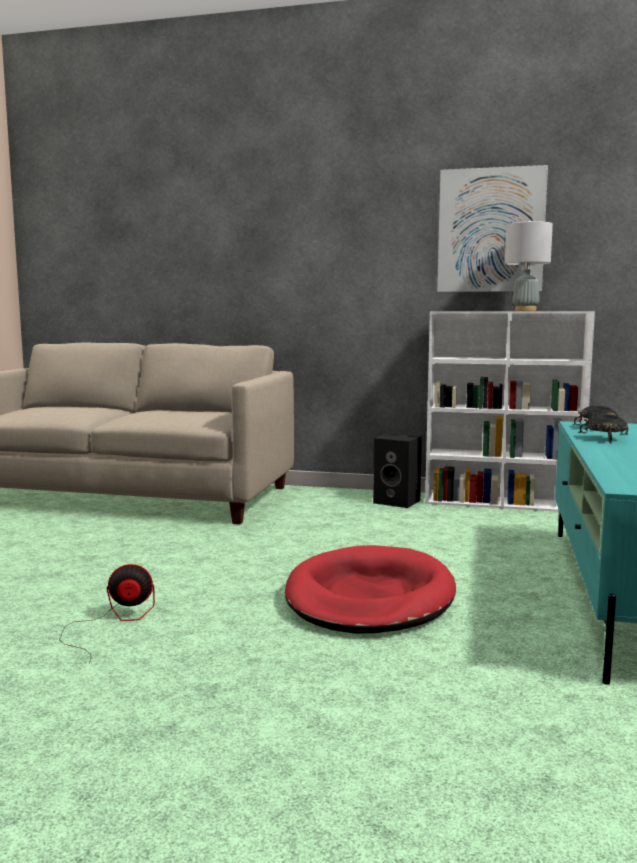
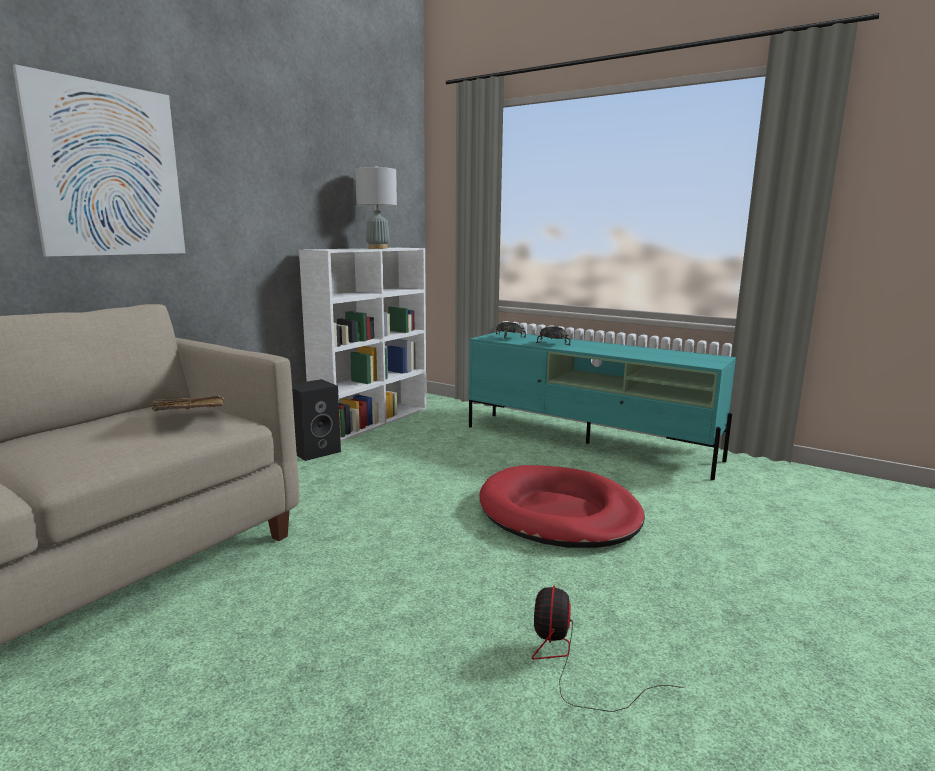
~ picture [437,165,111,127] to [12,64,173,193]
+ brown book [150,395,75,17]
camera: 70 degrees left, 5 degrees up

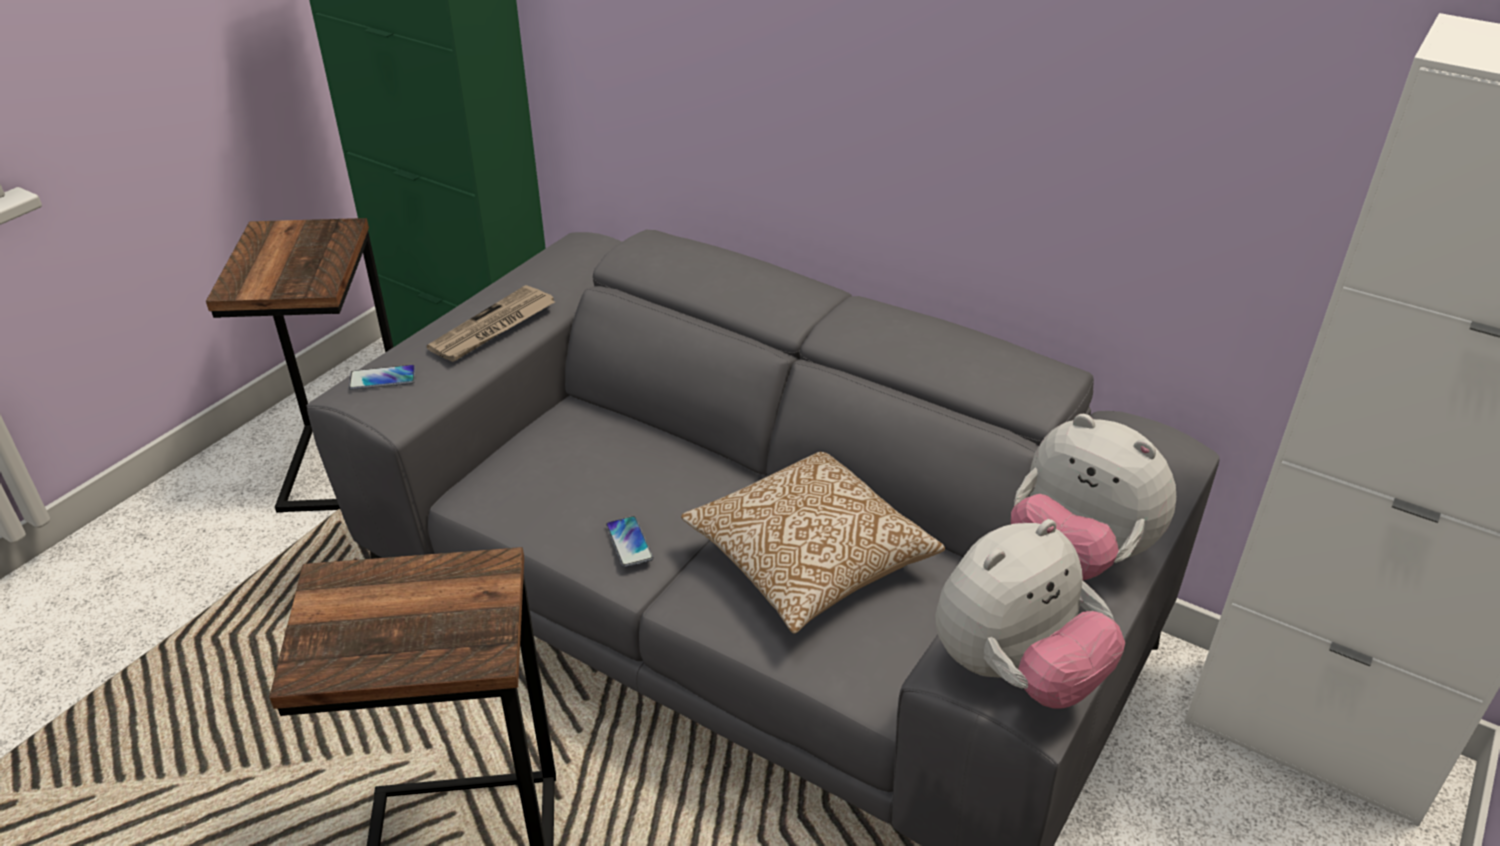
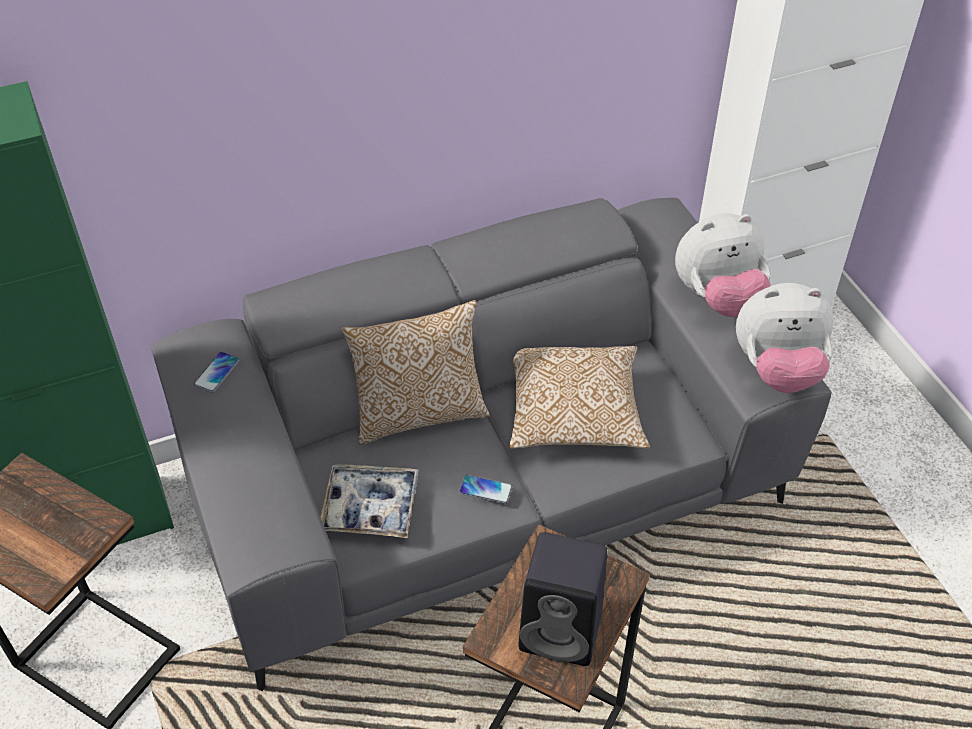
- newspaper [427,285,128,77]
~ phone [349,365,67,25] to [194,352,45,41]
~ plush toy [935,519,190,190] = [736,283,98,110] 90 degrees clockwise
+ pillow [342,300,148,145]
+ tray [320,464,99,74]
+ black speaker [519,532,88,134]
camera: 55 degrees left, 10 degrees up

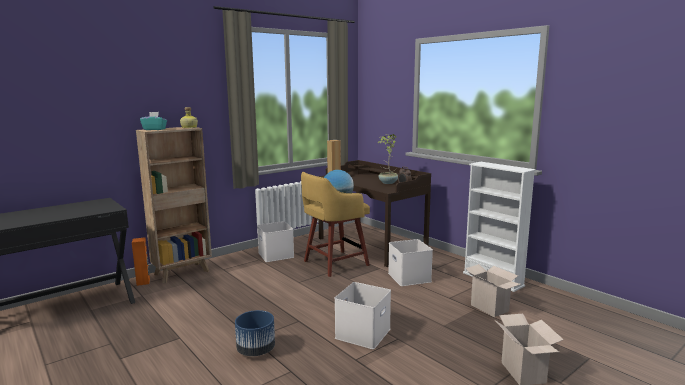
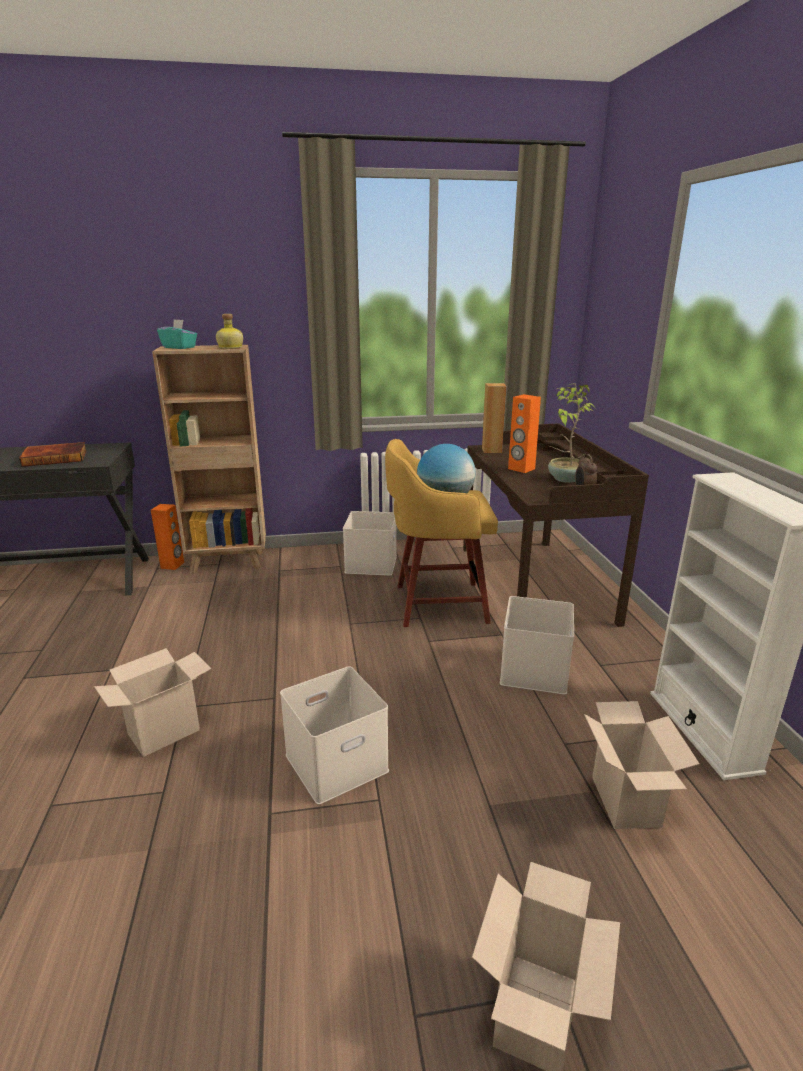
~ blue planter [235,310,40,46] to cardboard box [94,648,117,109]
+ orange speaker [508,394,33,79]
+ book [19,442,68,25]
camera: 30 degrees right, 10 degrees up

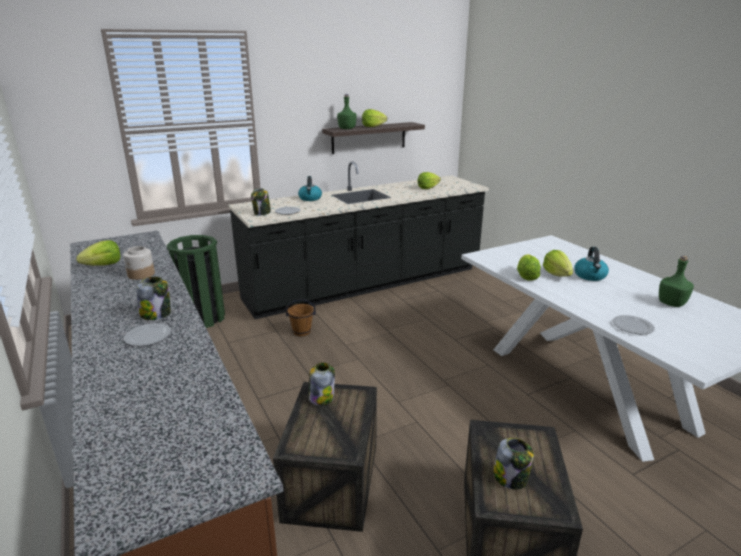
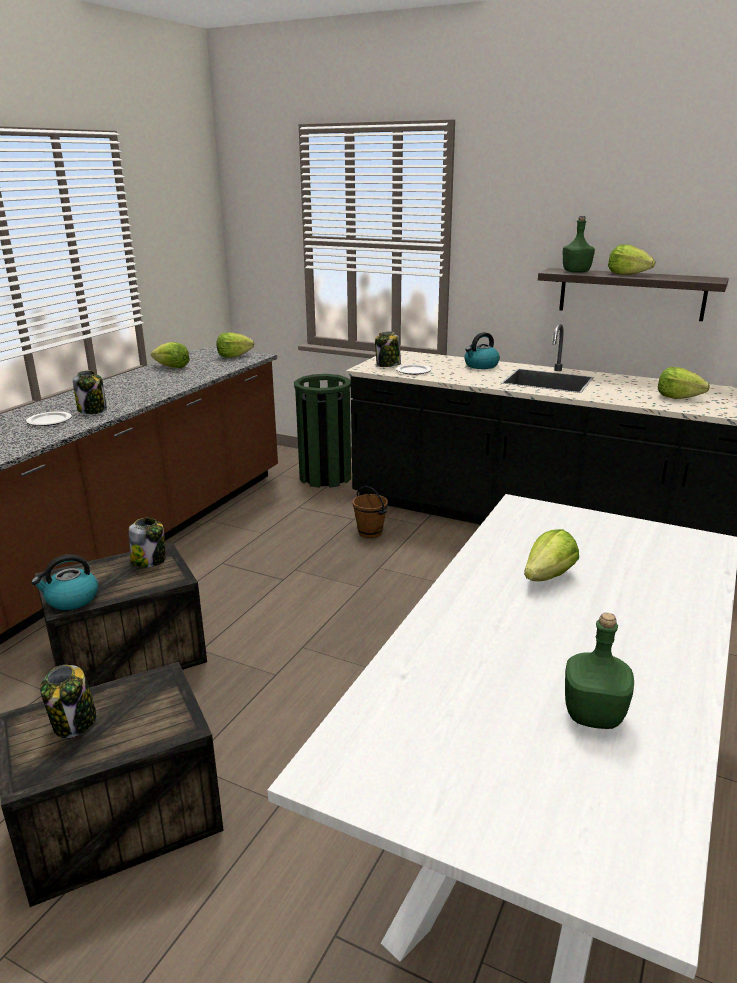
- jar [123,246,32,34]
~ kettle [574,247,35,34] to [31,554,67,56]
~ lettuce [517,254,24,27] to [217,332,37,26]
- plate [613,315,42,20]
camera: 55 degrees right, 0 degrees up

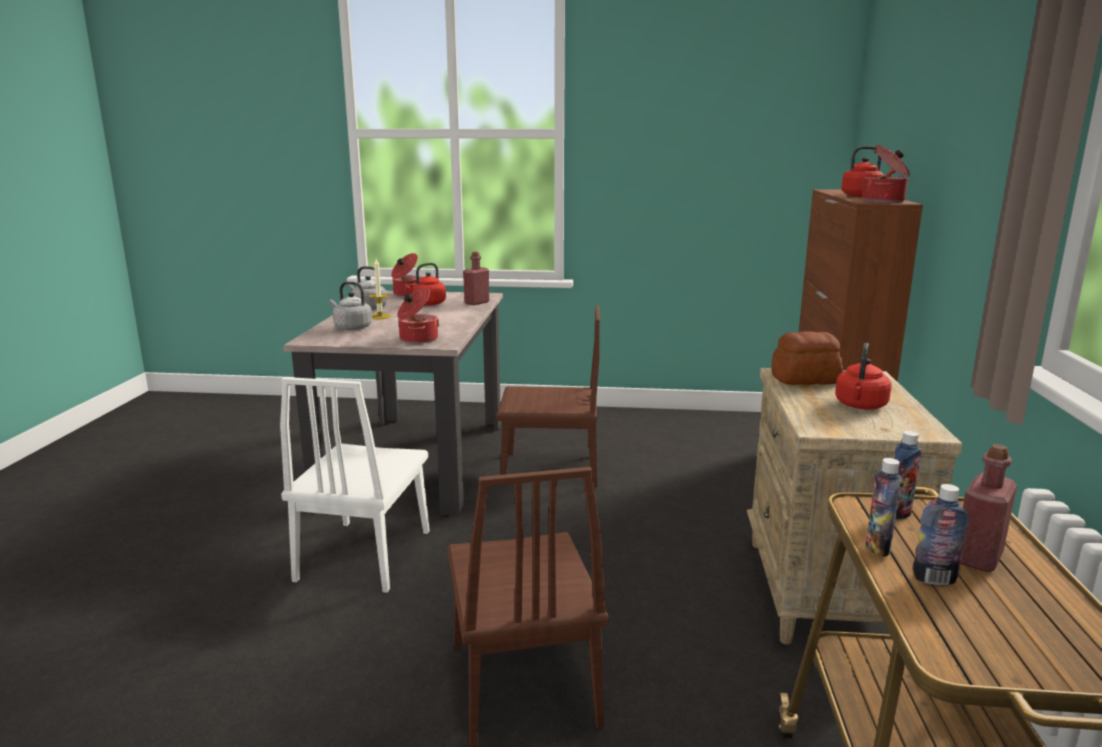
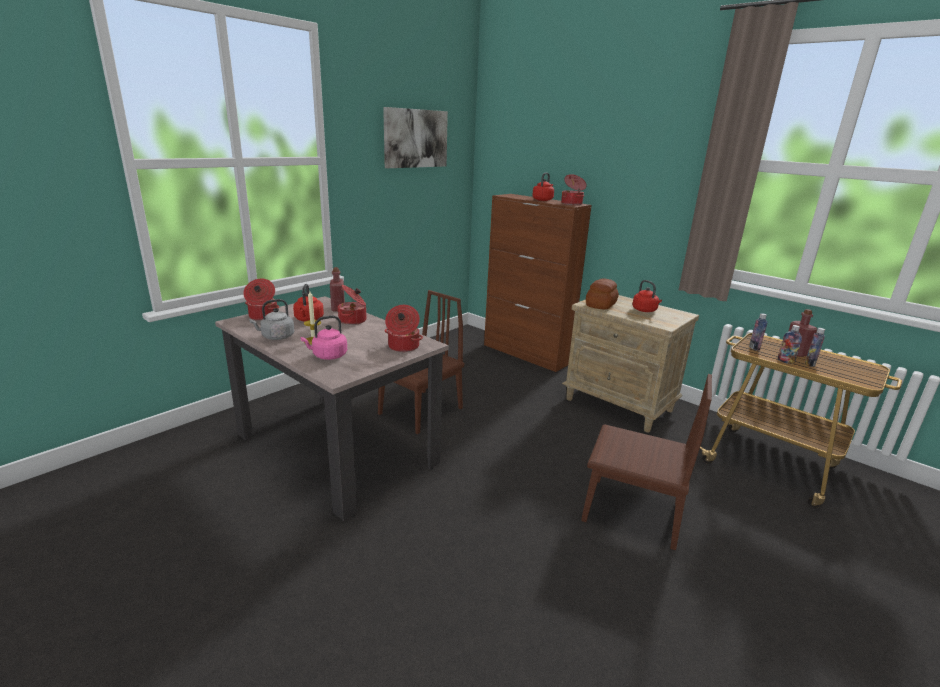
~ grey kettle [330,282,42,48] to pink kettle [301,316,46,44]
- white chair [280,377,150,216]
+ picture [383,107,65,61]
+ cooking pot [337,285,30,40]
camera: 55 degrees left, 5 degrees up

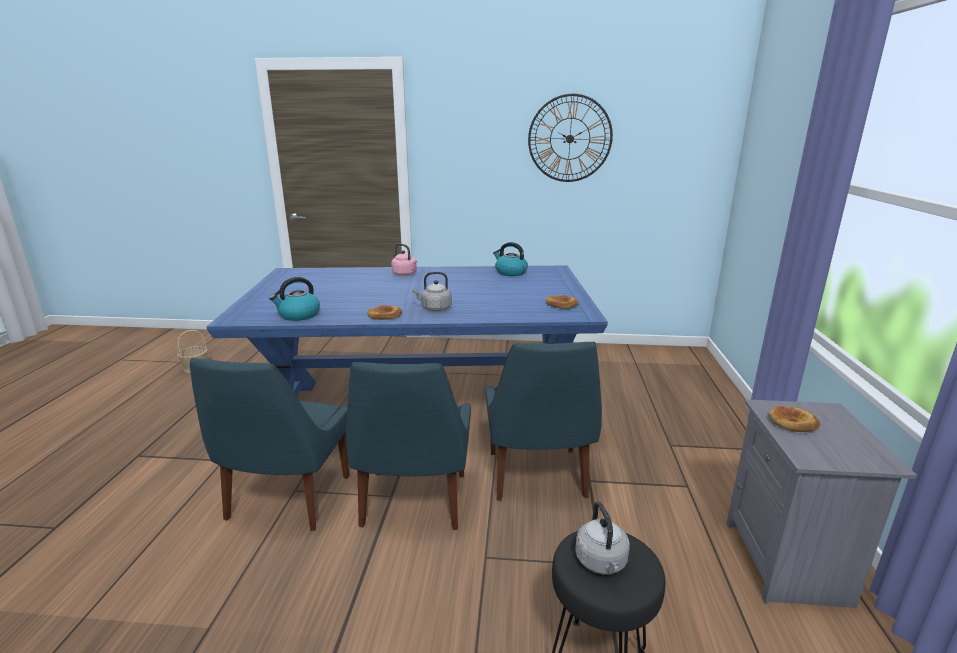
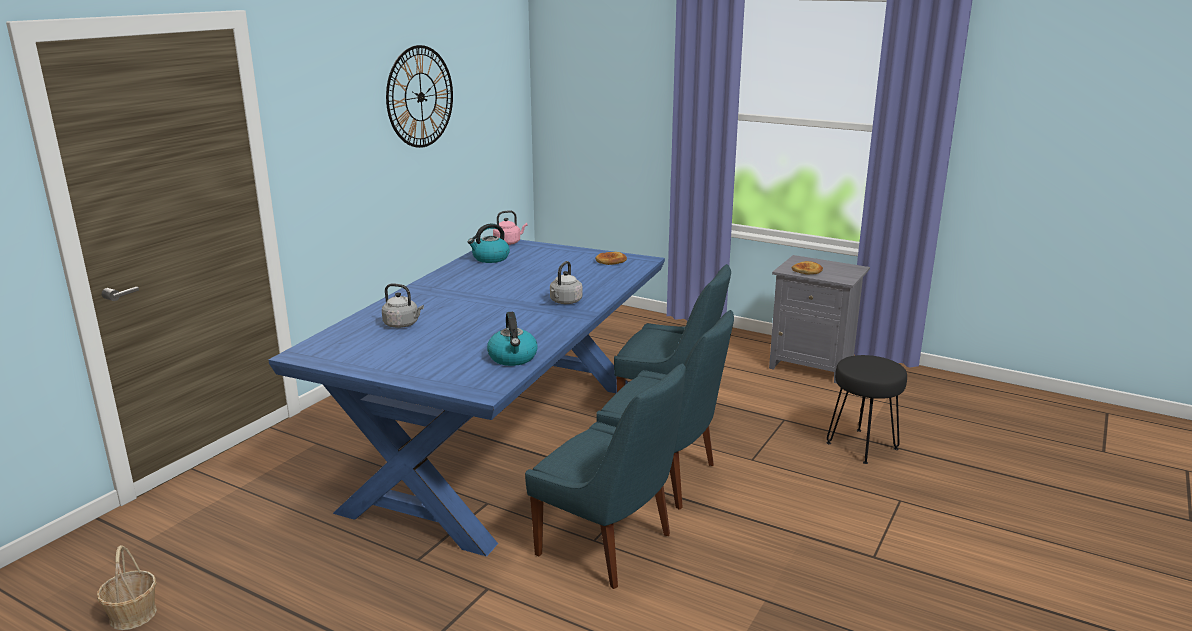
~ pink kettle [391,243,27,33] to [493,210,34,35]
- bread [367,305,35,15]
~ grey kettle [575,501,55,73] to [382,283,42,45]
camera: 65 degrees left, 0 degrees up

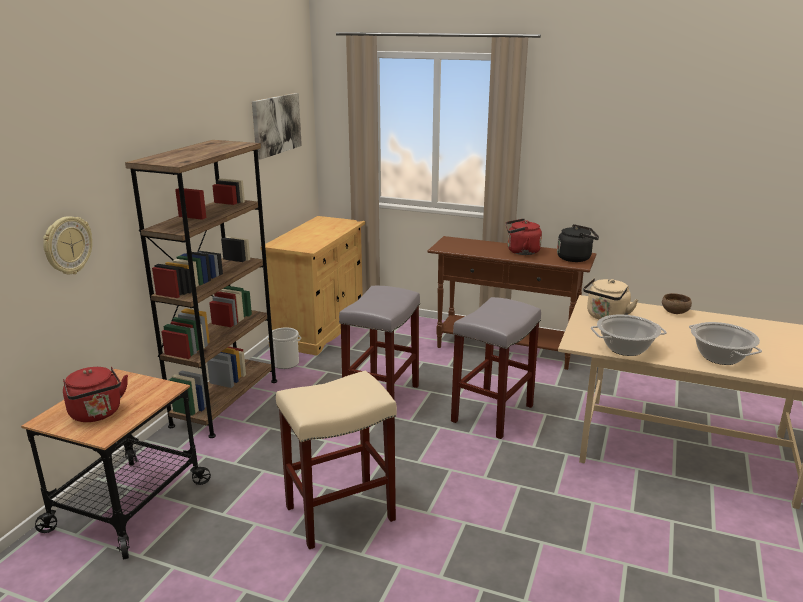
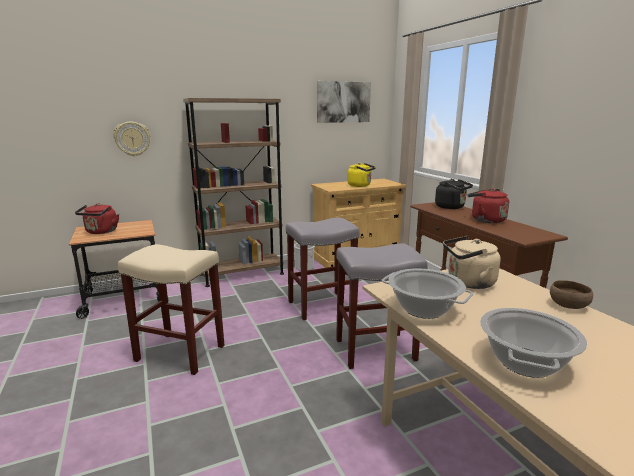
~ black kettle [557,224,42,38] to [435,179,38,30]
+ yellow kettle [347,163,29,24]
camera: 45 degrees right, 5 degrees down

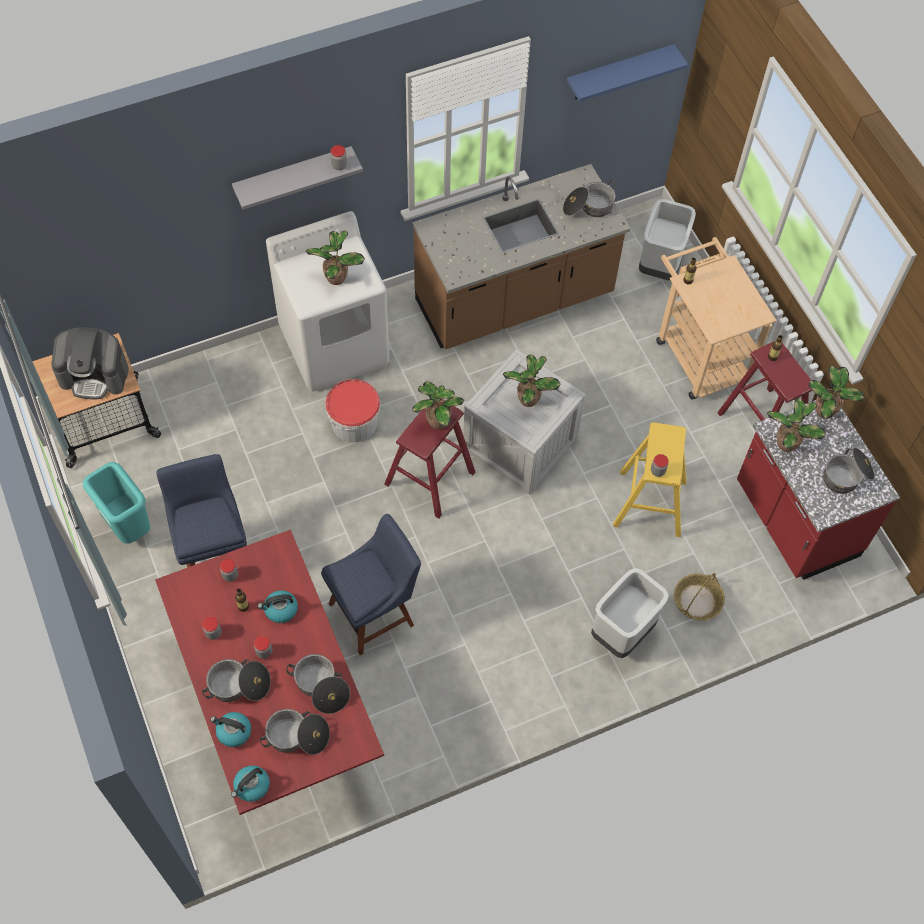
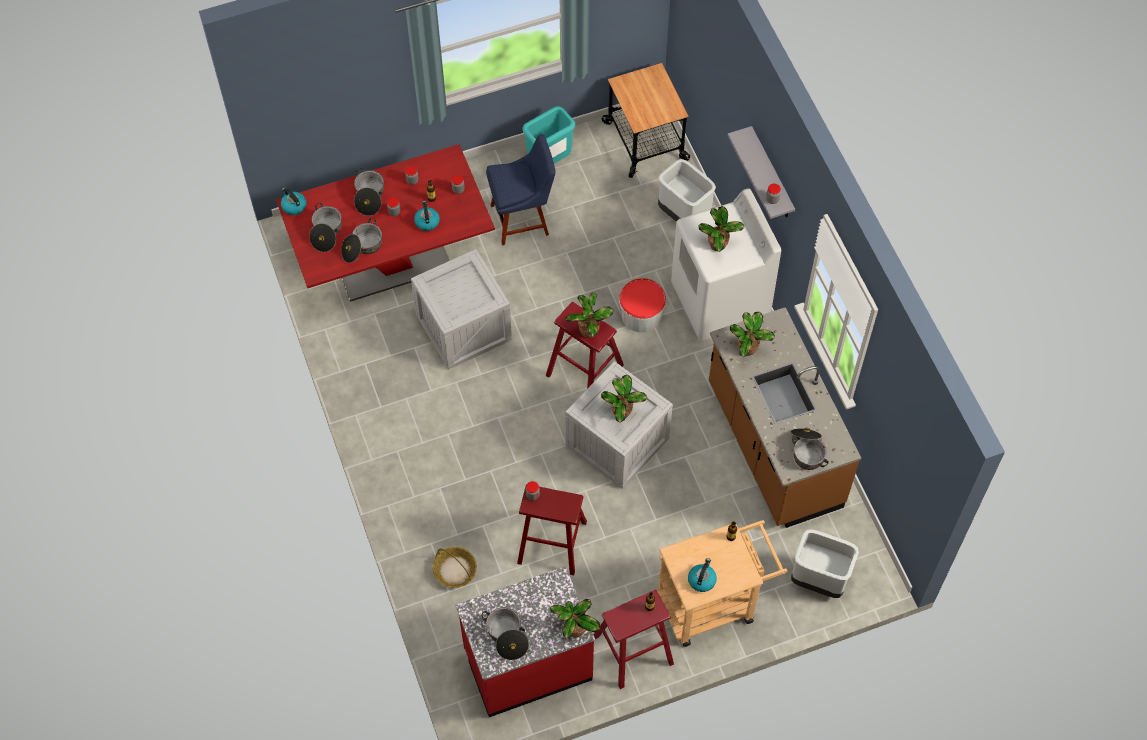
- blue shelf [566,44,122,58]
- coffee machine [51,327,78,72]
~ potted plant [767,398,59,54] to [730,312,45,45]
~ yellow stool [613,422,74,115] to red stool [517,486,70,89]
~ blue chair [321,514,100,141] to crate [411,249,101,121]
~ grey trash can [591,568,78,90] to [658,159,58,63]
~ kettle [210,712,41,35] to [688,558,29,34]
camera: 95 degrees right, 0 degrees up

